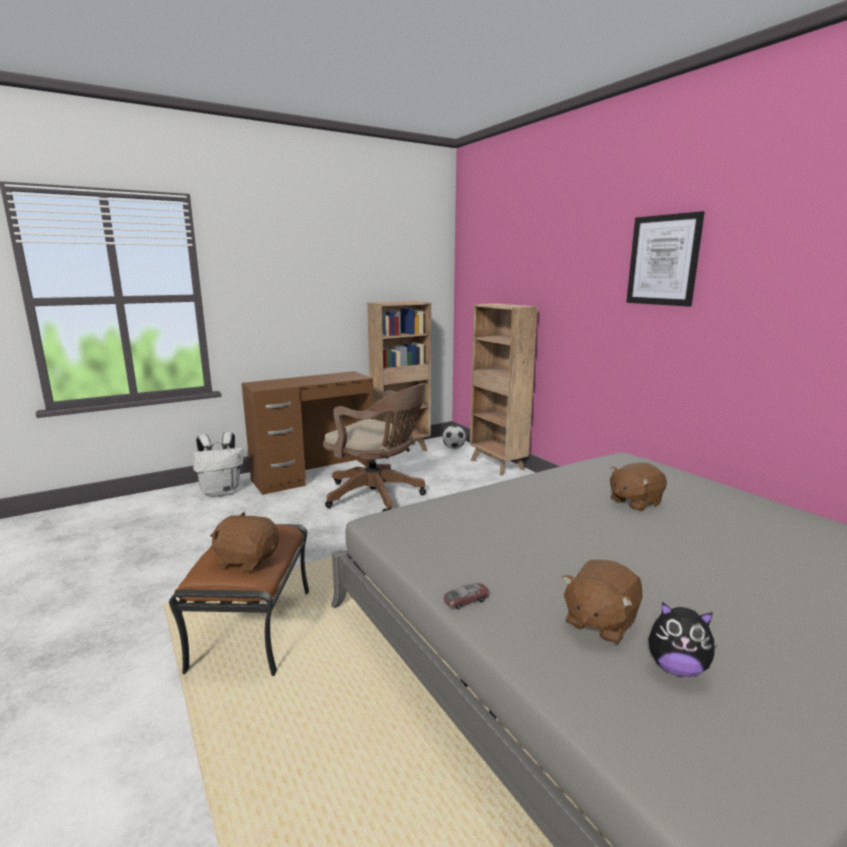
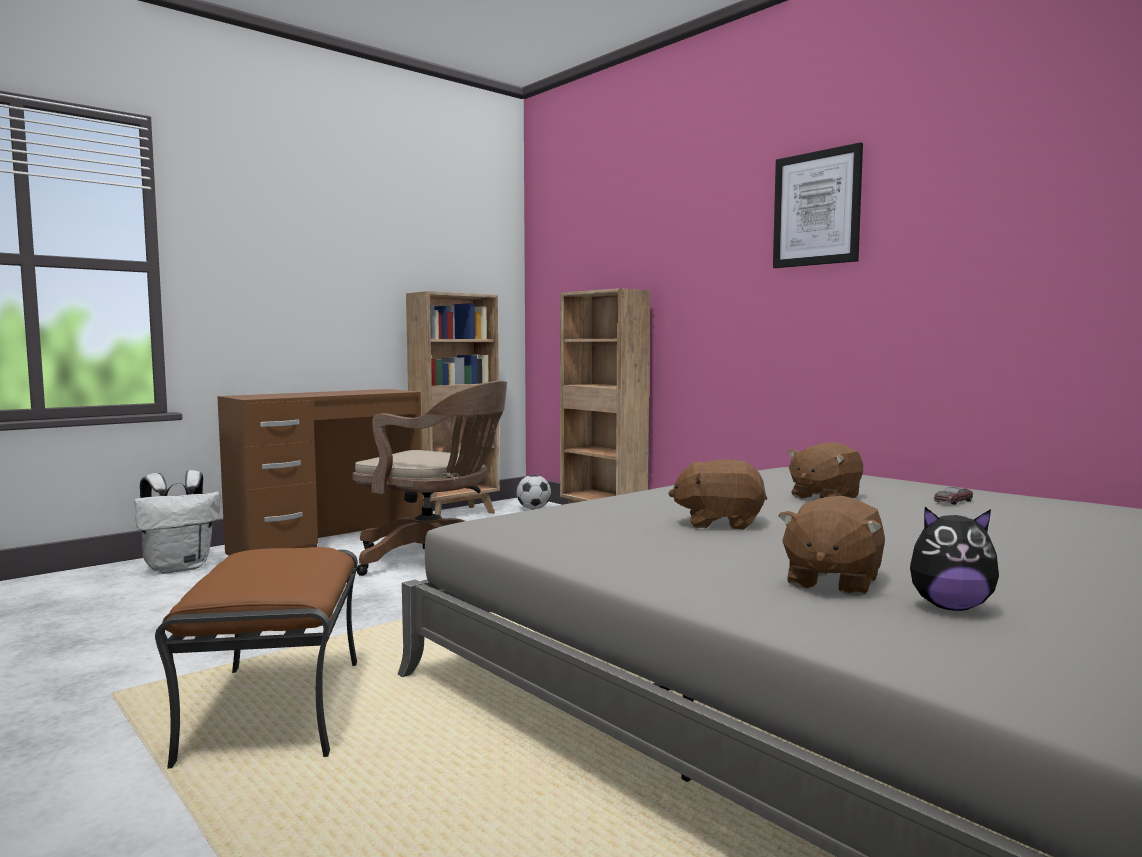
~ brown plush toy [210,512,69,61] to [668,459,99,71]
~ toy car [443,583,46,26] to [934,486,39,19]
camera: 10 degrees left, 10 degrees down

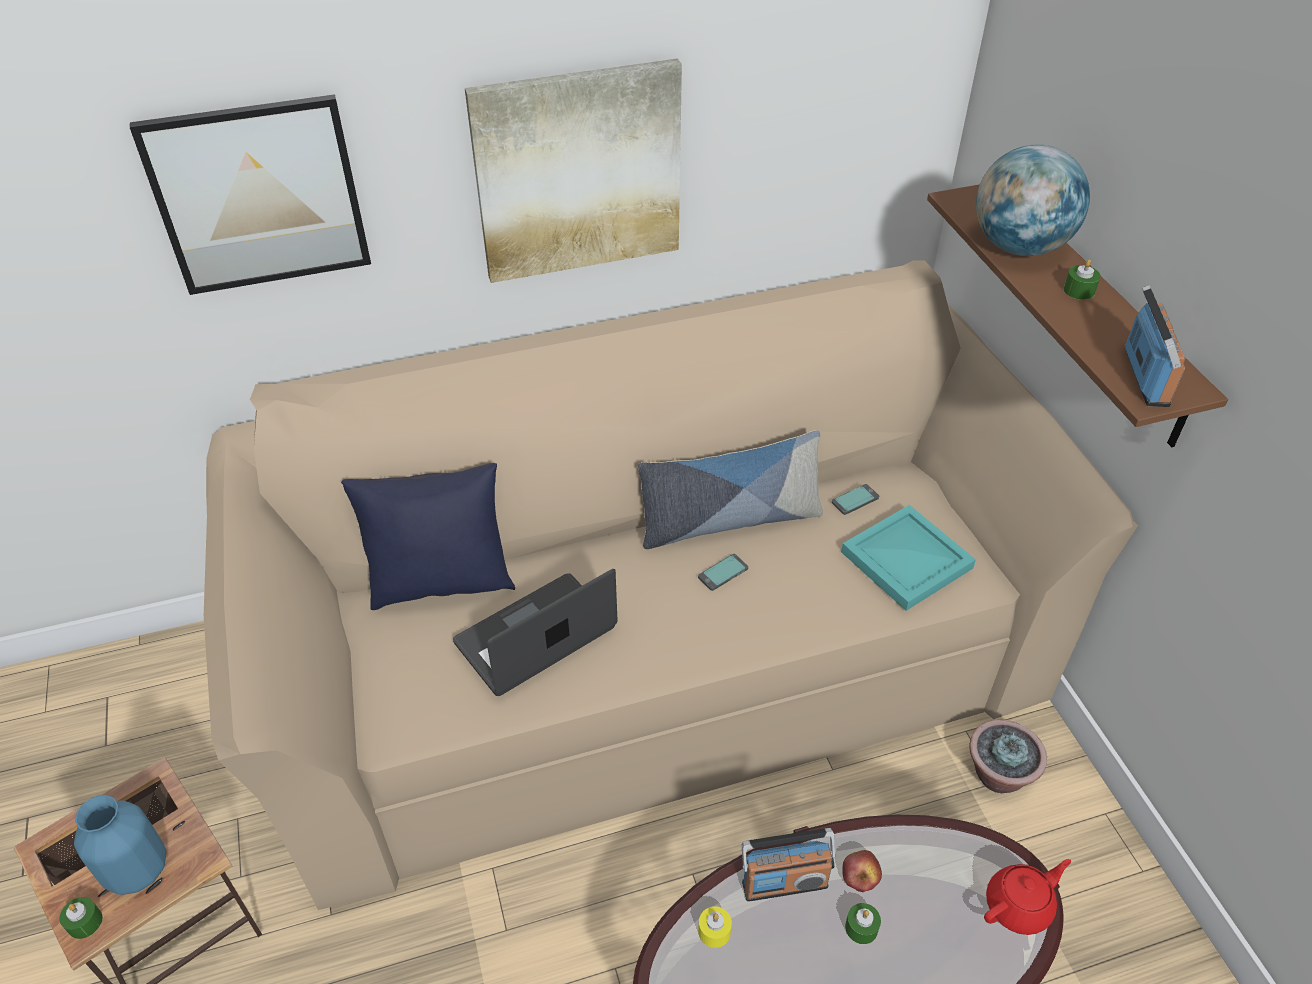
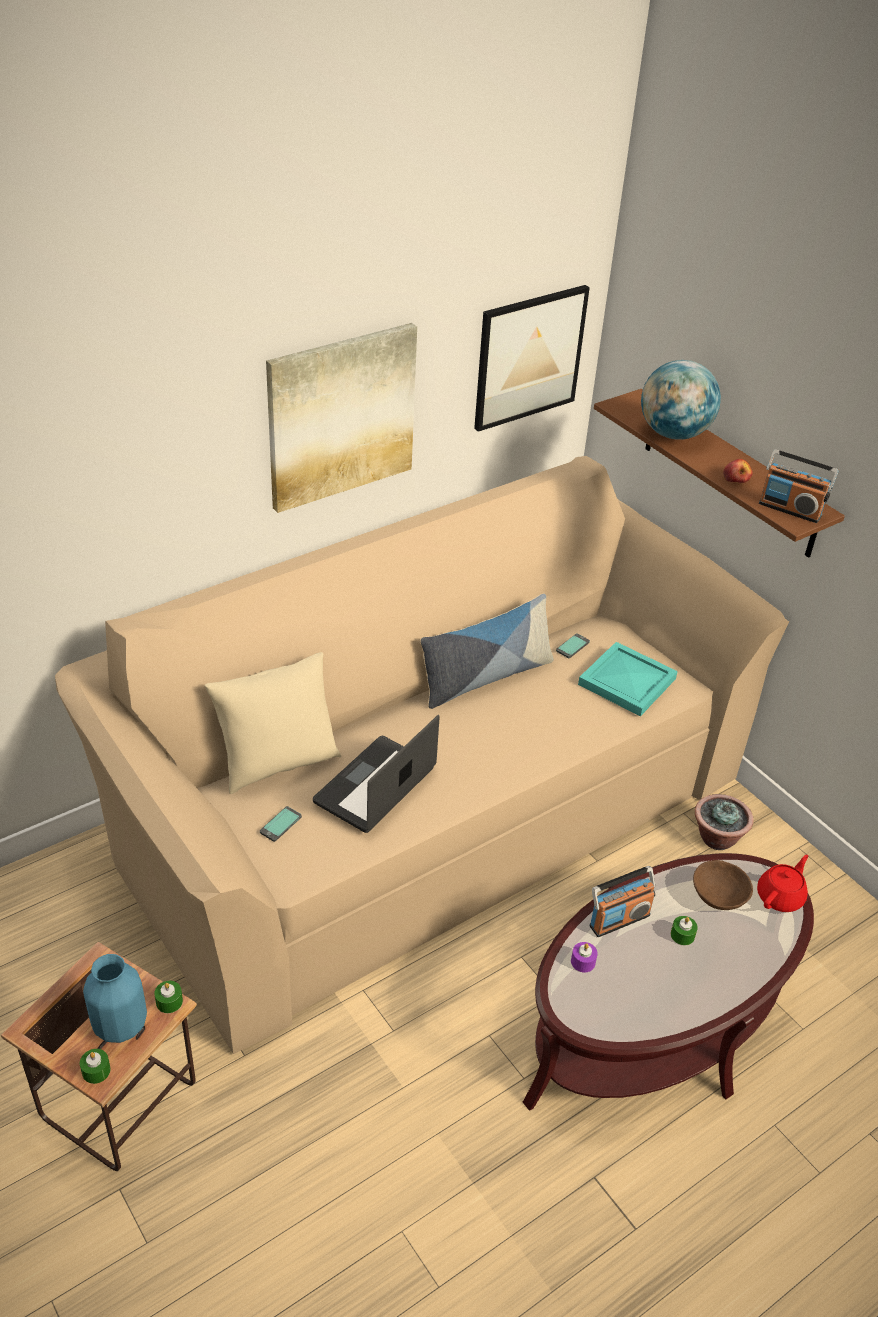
~ picture [130,94,241,201] to [474,285,116,147]
~ green candle [1064,260,37,40] to [154,981,29,32]
~ radio [1125,285,60,122] = [759,449,79,74] 135 degrees clockwise
~ blue pillow [341,463,174,147] to beige pillow [205,652,136,142]
~ phone [698,554,50,37] to [260,806,42,36]
~ apple [843,850,39,42] to [723,459,30,24]
~ yellow candle [698,906,34,42] to purple candle [571,942,27,30]
+ brown bowl [693,860,60,50]
camera: 20 degrees left, 5 degrees down

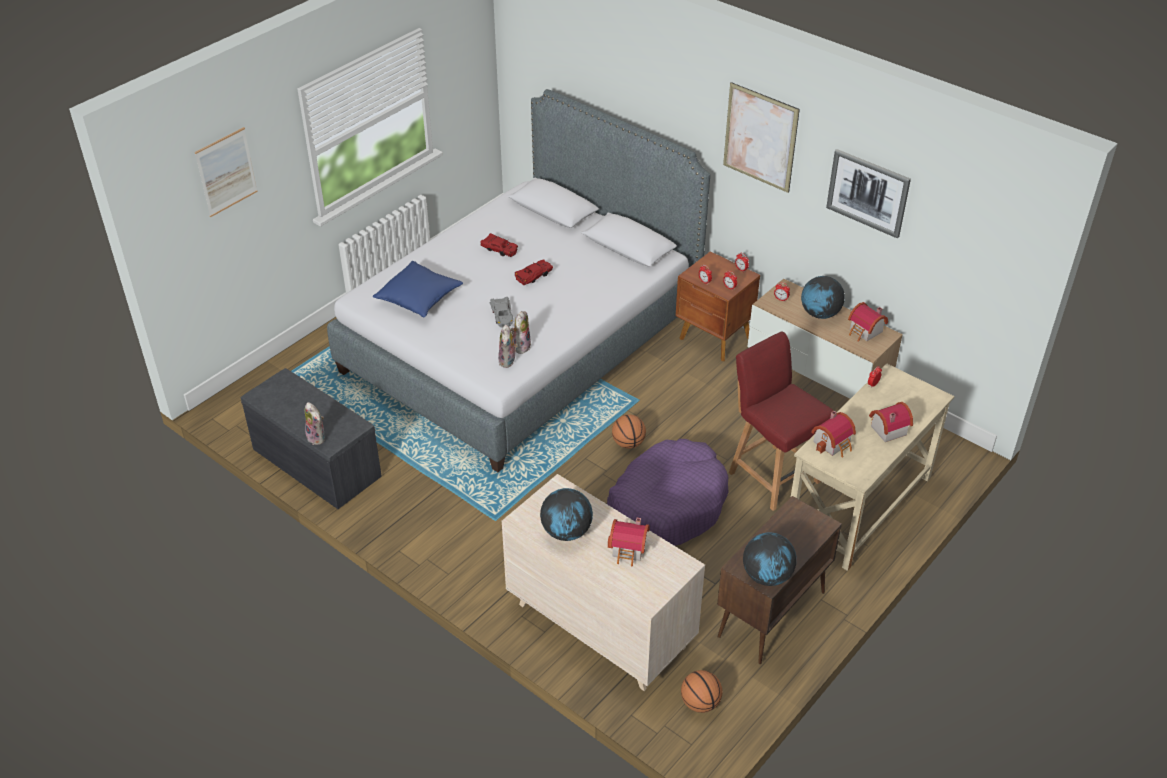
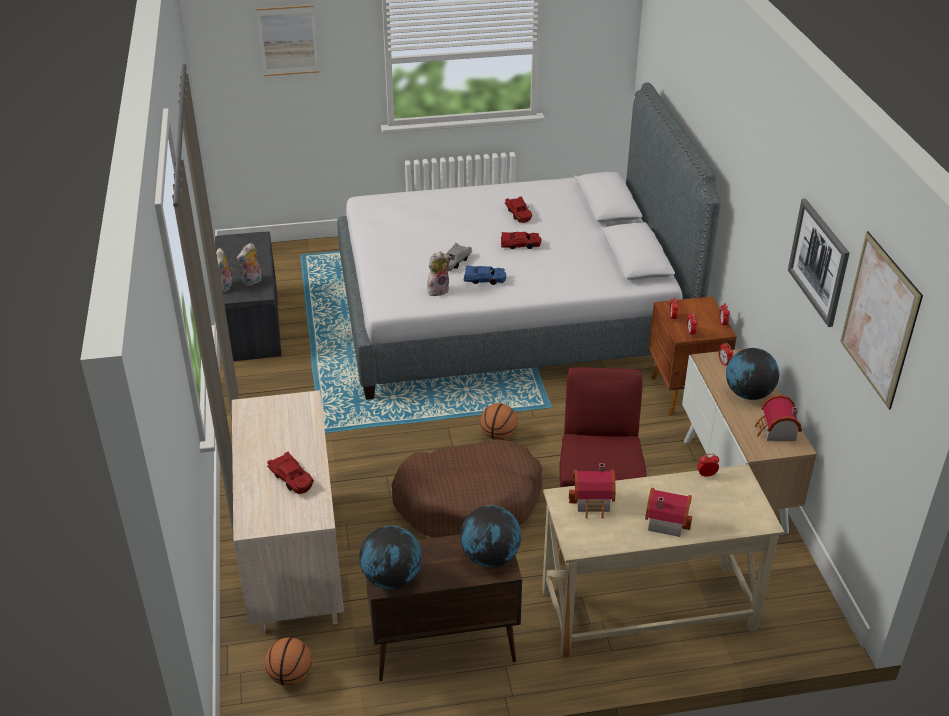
~ picture [723,82,77,111] to [840,231,83,179]
- blue pillow [373,261,90,57]
~ plush toy [498,325,20,43] to [236,243,26,43]
~ purple dog bed [607,439,122,107] to brown dog bed [392,440,151,98]
~ globe [540,488,53,53] to [460,505,62,62]
~ toy house [608,518,42,48] to red toy car [267,452,47,42]
+ blue toy car [464,265,42,20]
camera: 40 degrees right, 5 degrees down

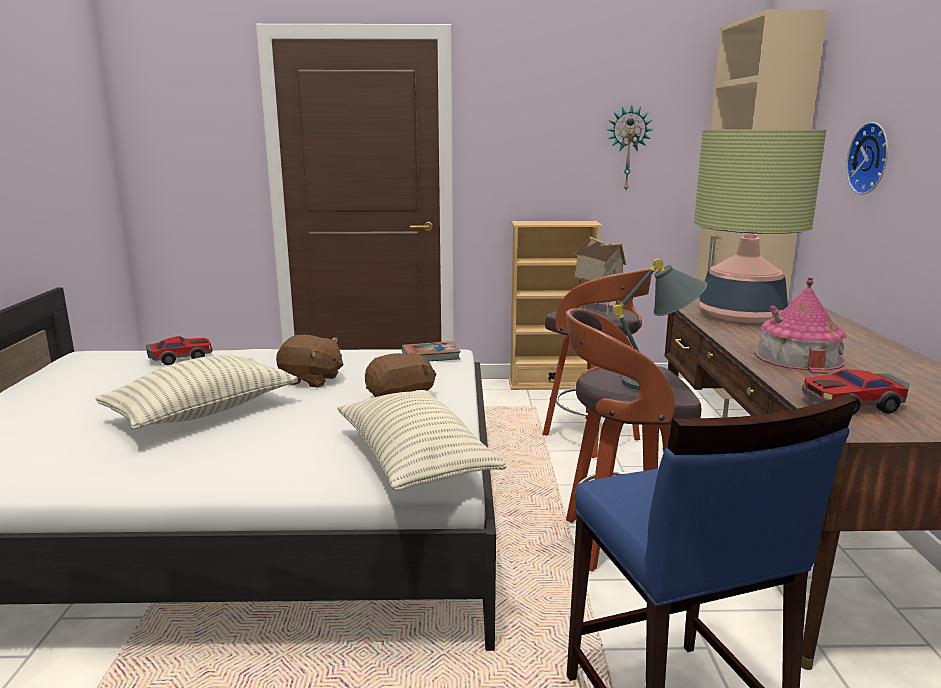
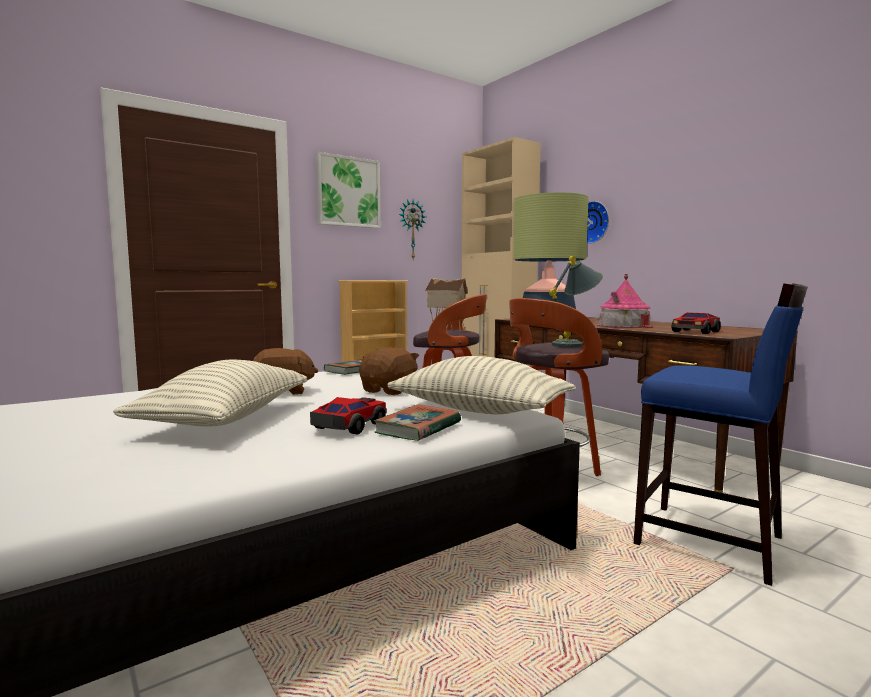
~ toy car [146,336,67,29] to [310,397,77,38]
+ picture [316,152,65,76]
+ book [373,404,88,37]
camera: 35 degrees left, 10 degrees down

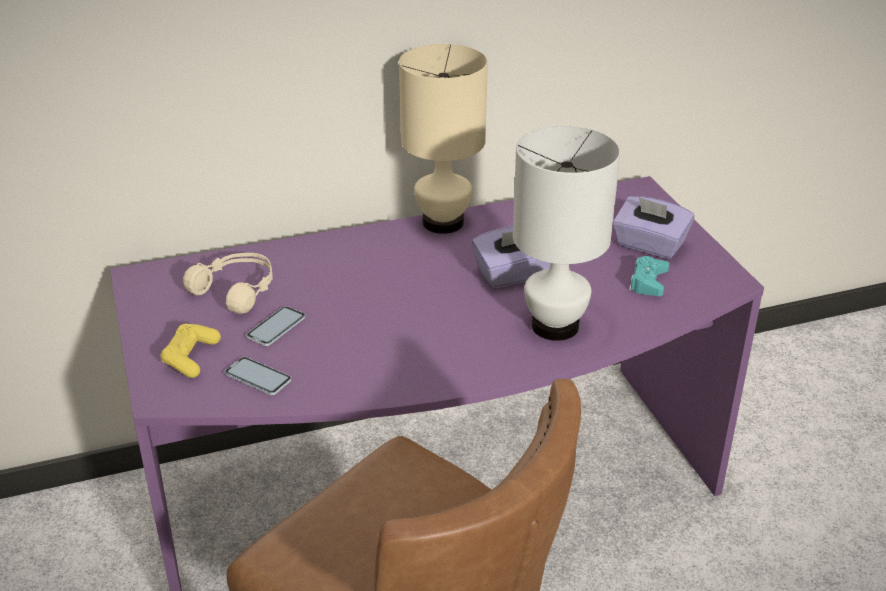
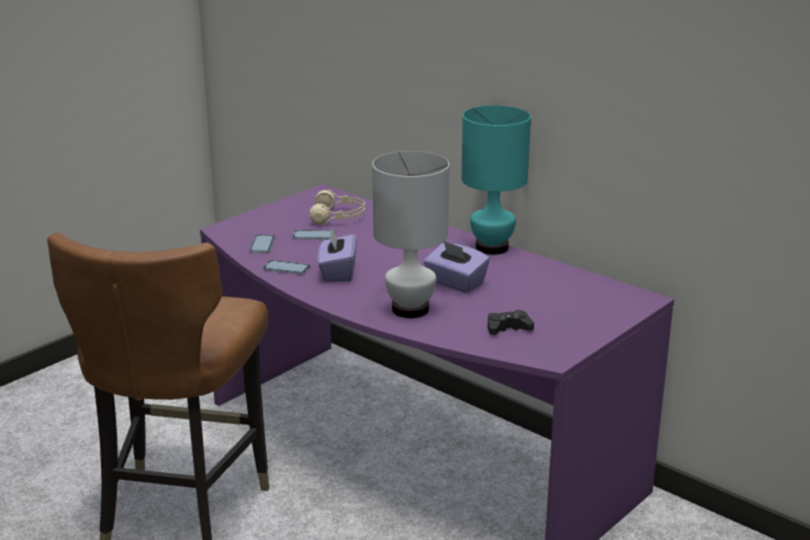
~ beige table lamp [399,44,89,190] to turquoise table lamp [462,105,69,150]
~ purple tissue box [613,196,81,63] to [318,227,39,55]
~ turquoise game controller [629,256,40,40] to black game controller [488,310,46,25]
- yellow game controller [160,324,61,54]
+ phone [263,260,47,15]
camera: 60 degrees right, 10 degrees down

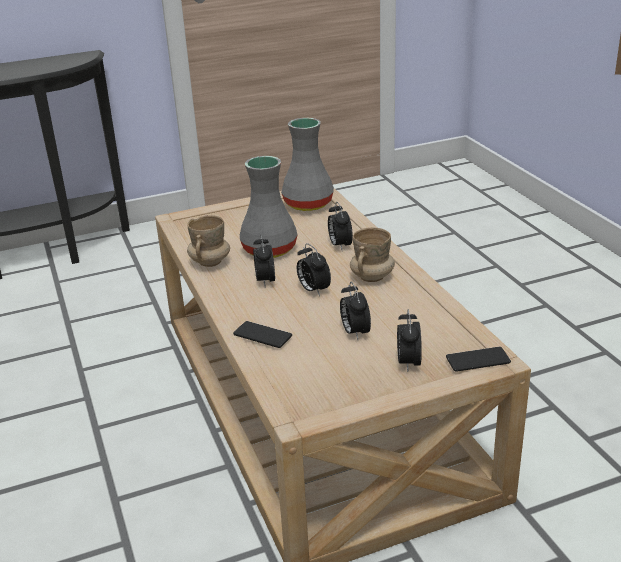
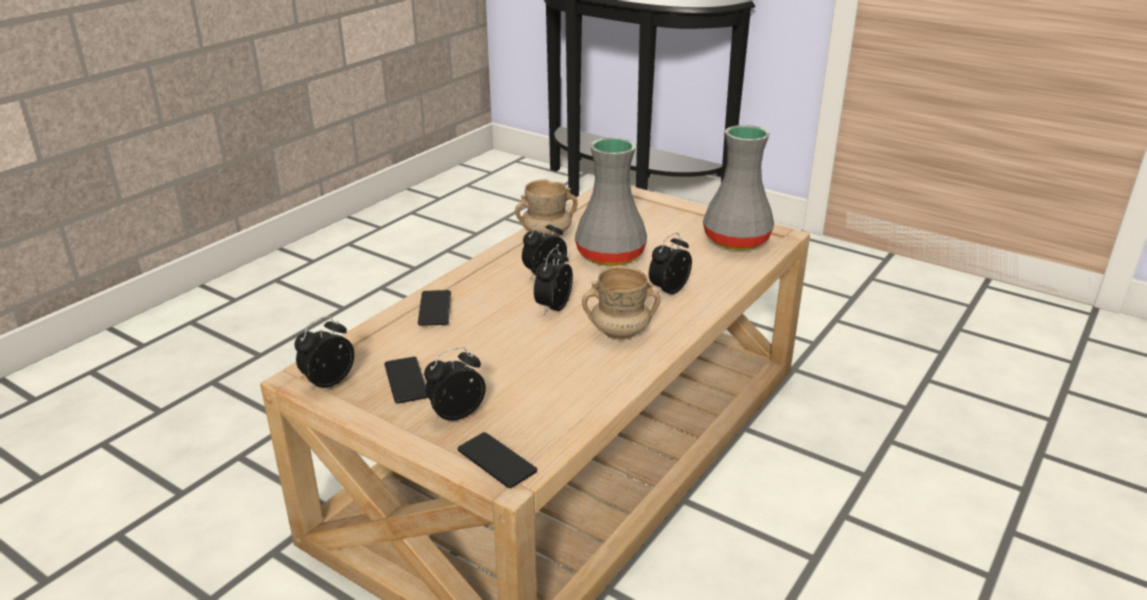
~ alarm clock [340,282,31,58] to [294,316,60,73]
+ phone [385,357,43,47]
camera: 55 degrees right, 0 degrees up

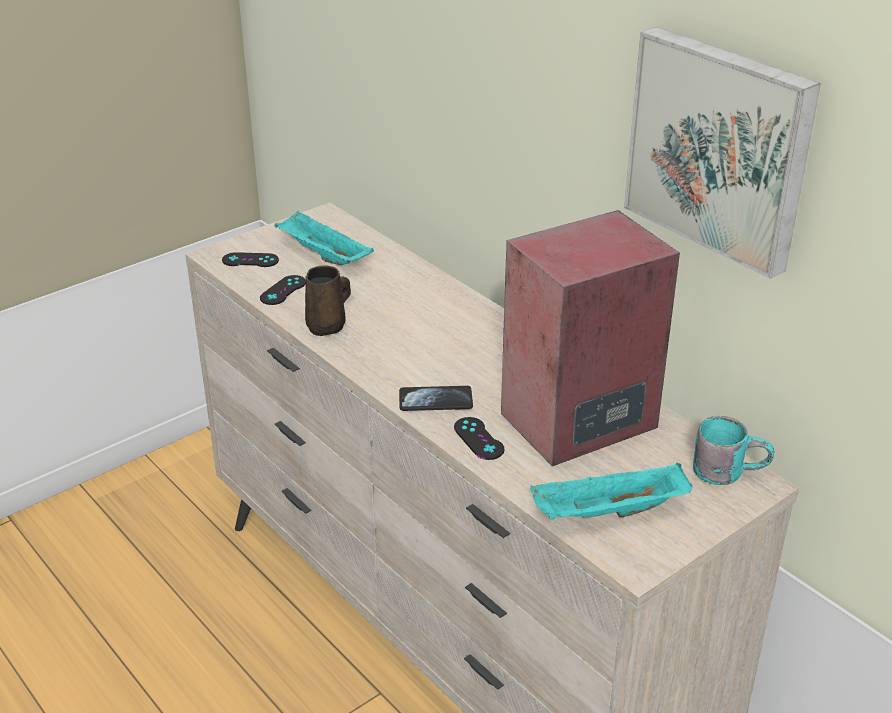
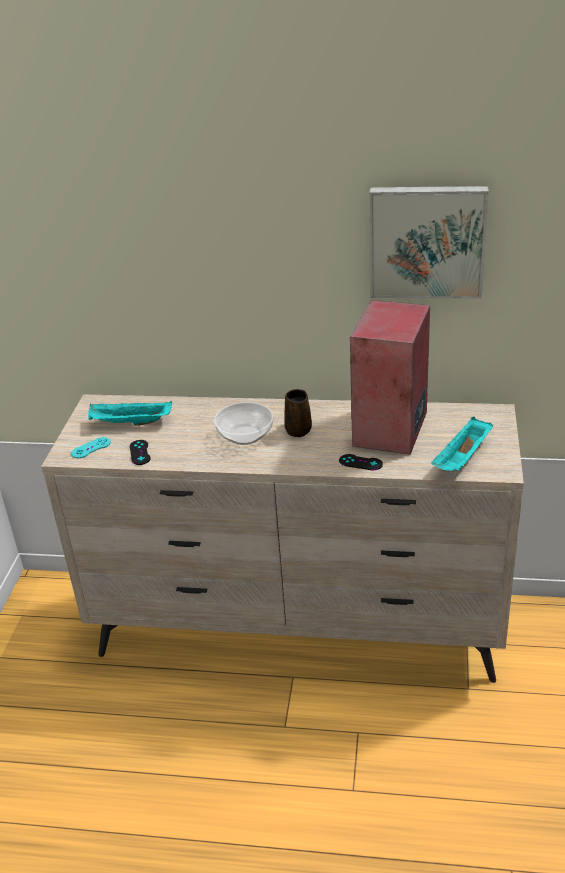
~ black game controller [222,252,57,15] to turquoise game controller [71,437,40,21]
~ brown mug [305,265,46,71] to [284,389,28,48]
- phone [399,386,74,25]
- turquoise mug [693,416,81,69]
+ bowl [214,402,59,43]
camera: 40 degrees left, 0 degrees up

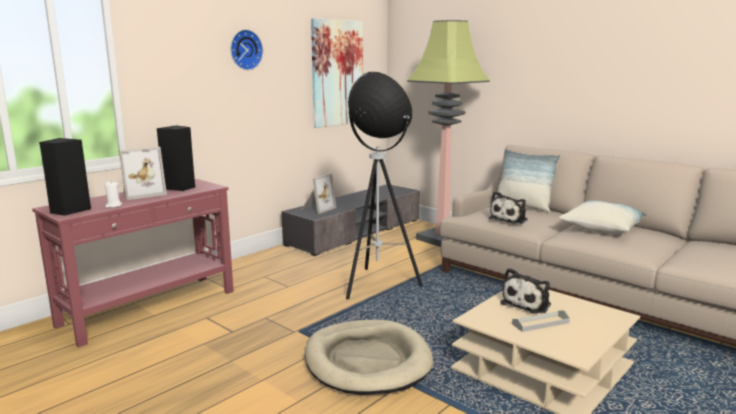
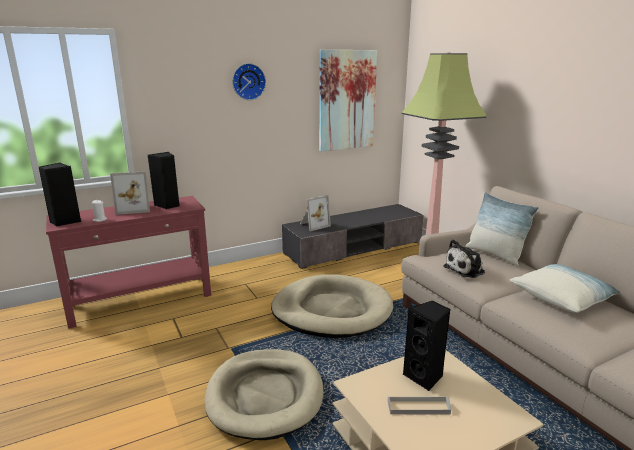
~ floor lamp [346,72,77,228] to beige dog bed [271,274,122,64]
~ plush toy [501,268,50,46] to black speaker [403,301,47,90]
camera: 20 degrees right, 5 degrees up

